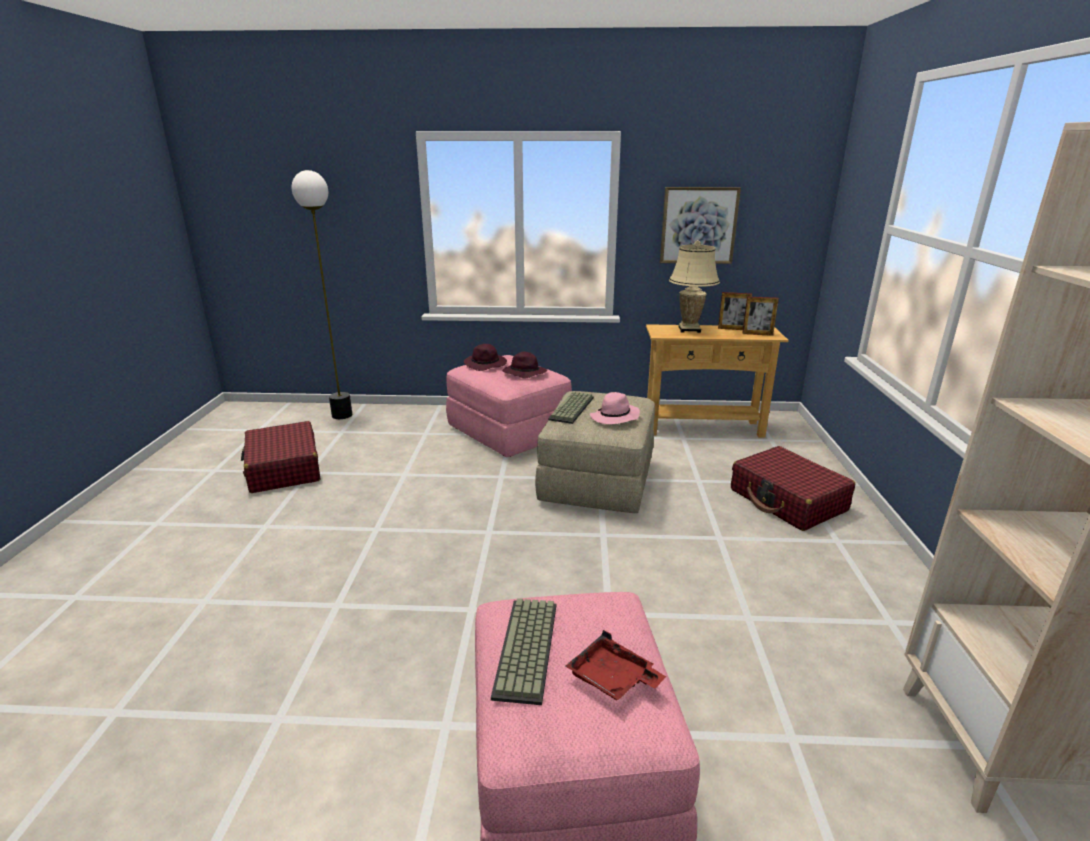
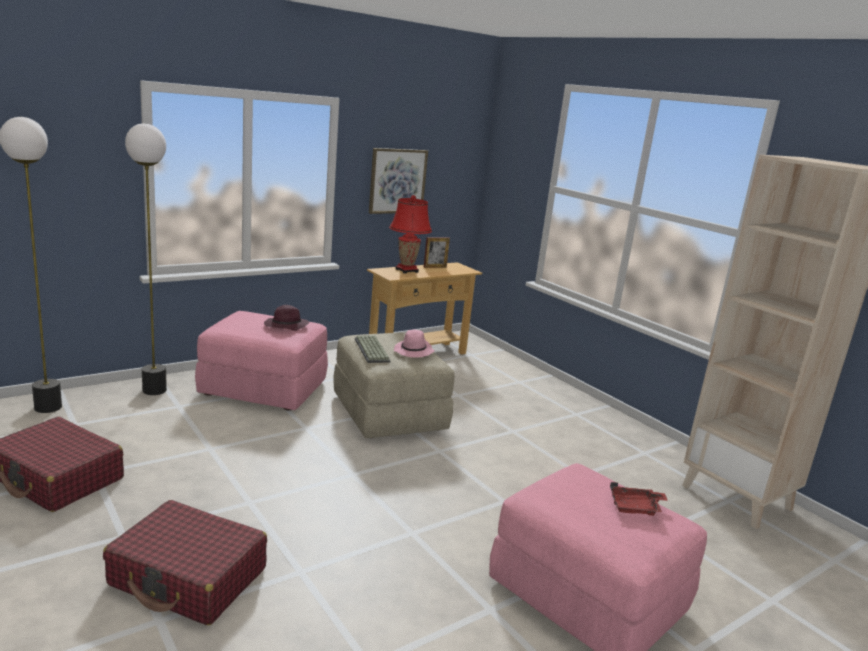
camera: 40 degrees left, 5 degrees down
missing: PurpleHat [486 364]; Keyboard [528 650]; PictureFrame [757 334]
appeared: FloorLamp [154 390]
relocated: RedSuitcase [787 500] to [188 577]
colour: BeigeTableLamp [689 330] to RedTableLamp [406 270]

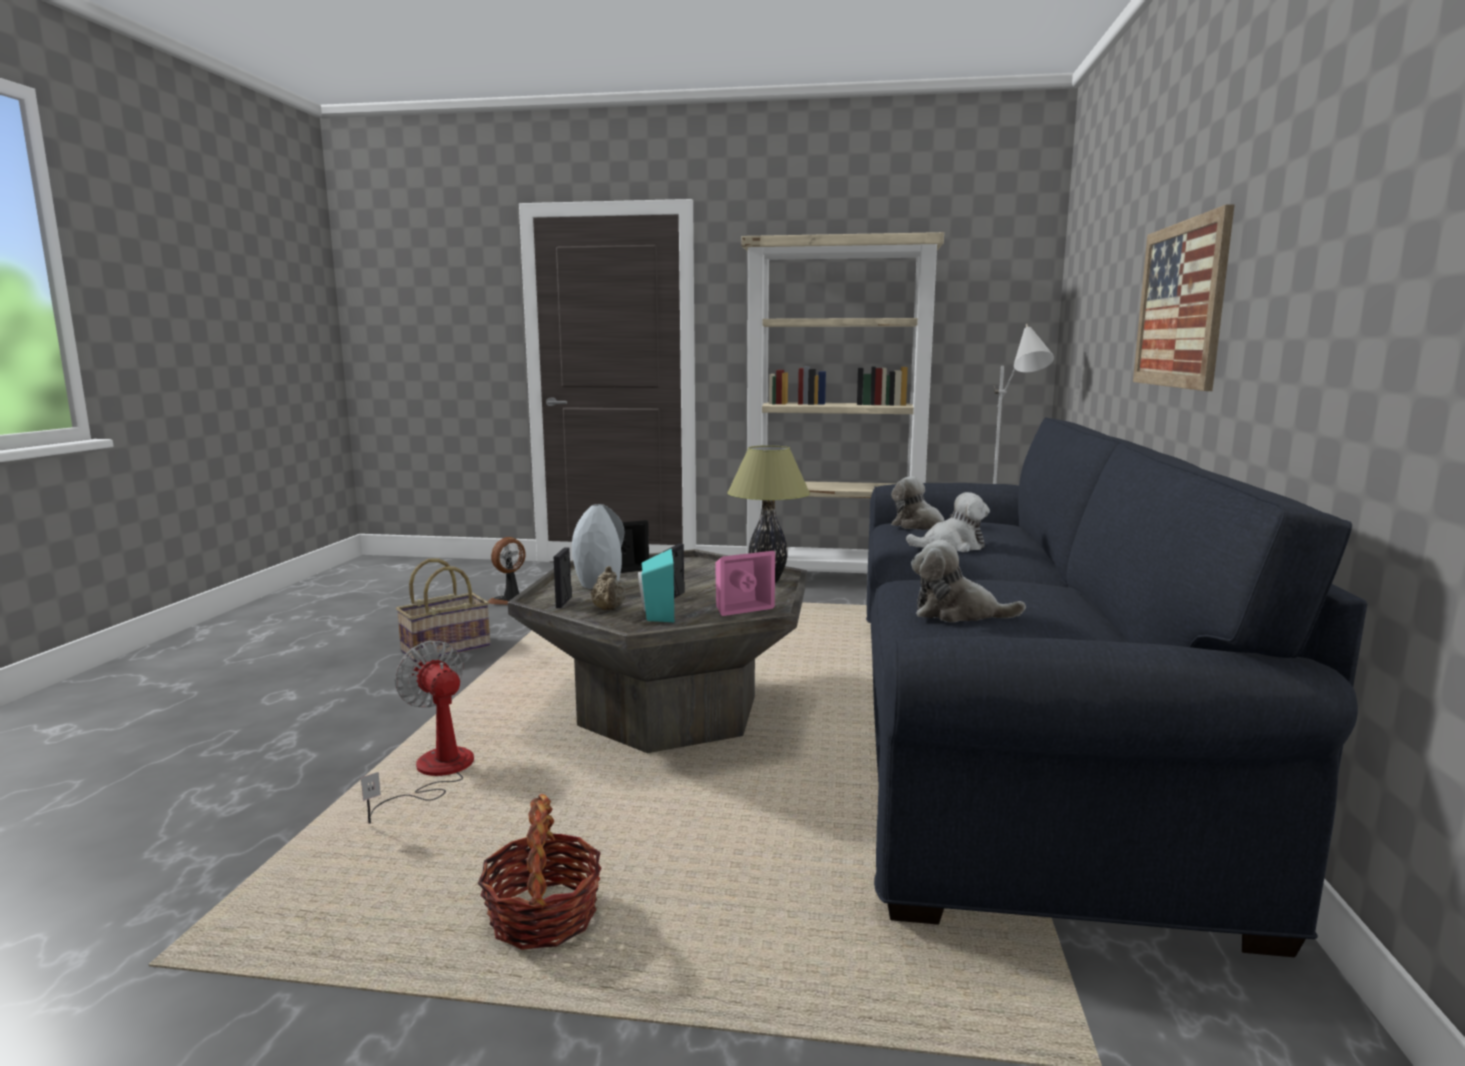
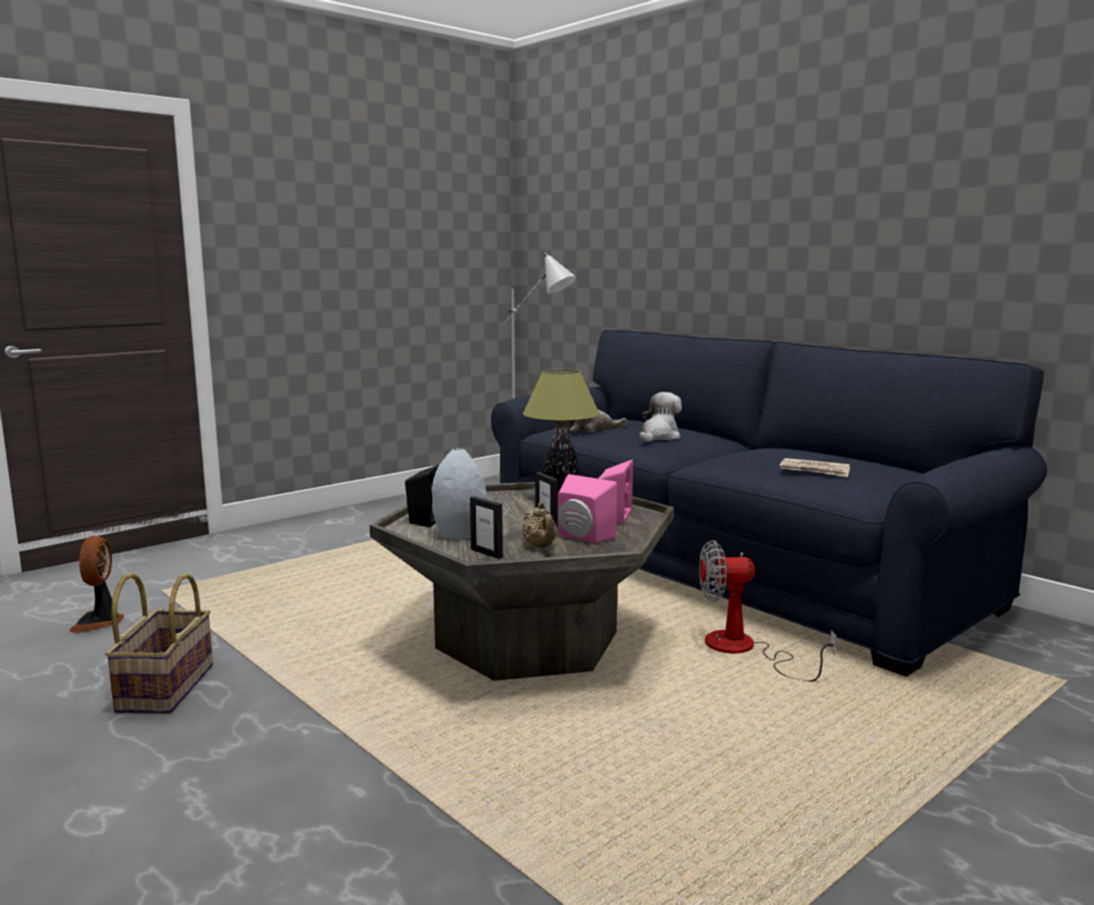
camera: 50 degrees left, 0 degrees up
missing: Basket [543 917]; BeigeBookcase [834 581]; Picture [1180 305]
relocated: Fan [434 774] to [744 651]
exchanged: PlushToy [957 613] to Newspaper [815 471]
colour: TurquoiseSpeaker [656 614] to PinkSpeaker [582 537]
spun: BeigeTeapot [609 609] = [540 546] 45 degrees clockwise

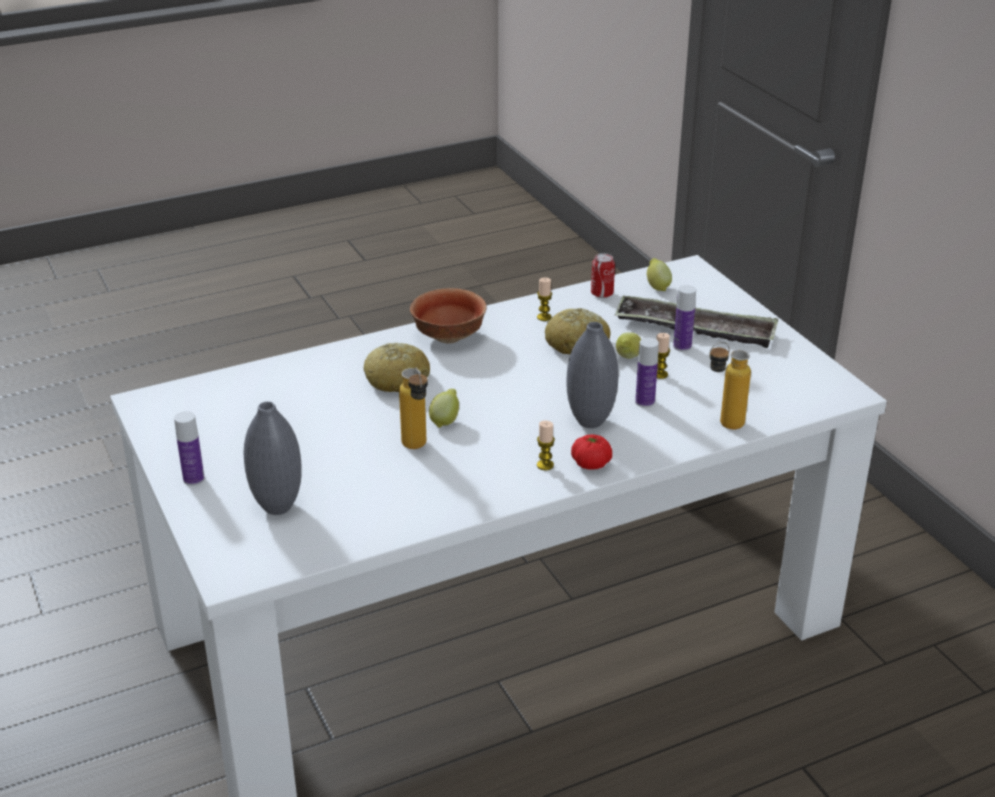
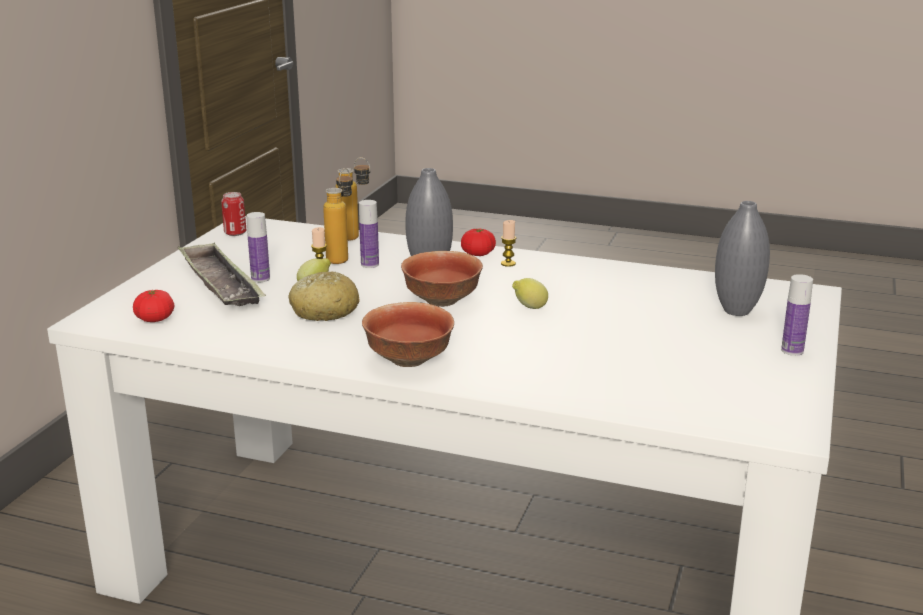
camera: 135 degrees left, 10 degrees down
missing: Bread [397 379]; Candle [544 317]
appeared: Bowl [443 301]
relocated: Bottle [417 449] to [342 257]; Can [602 294] to [235 233]
exchanged: Lemon [657 287] to Tomato [155 319]

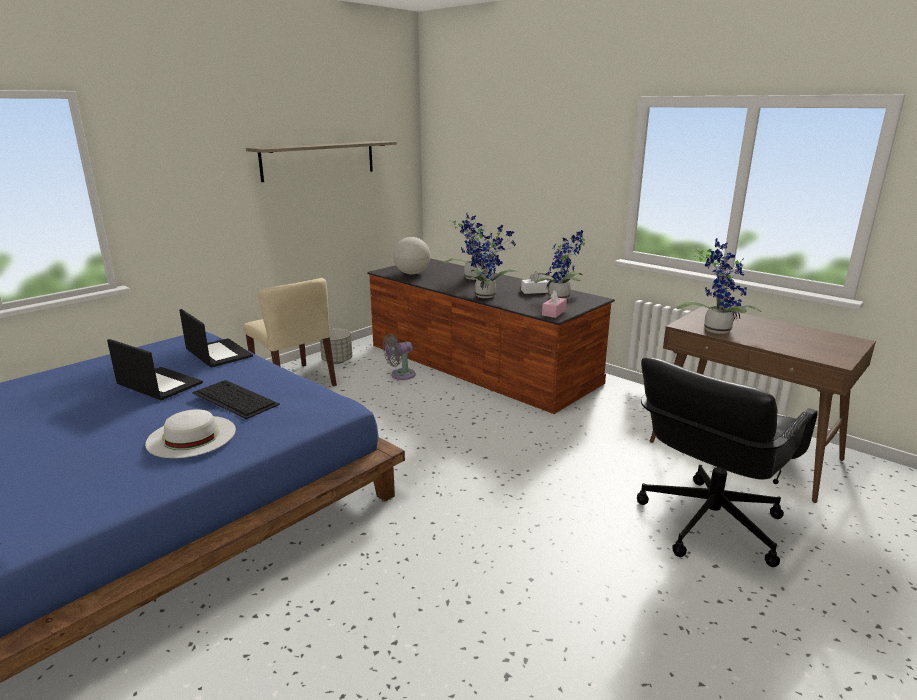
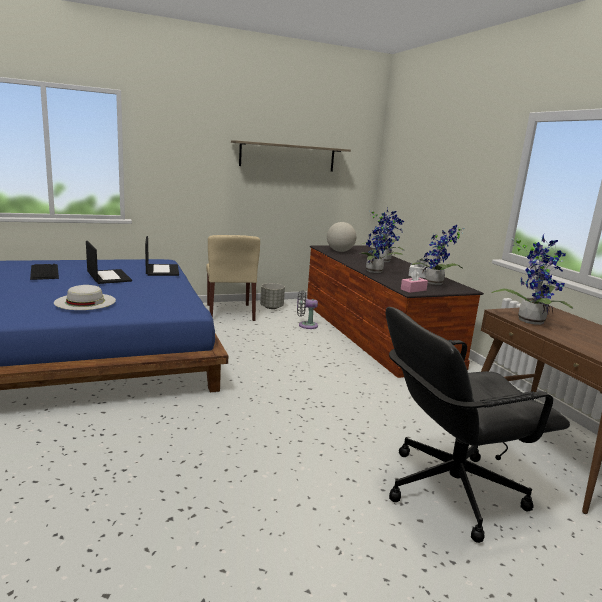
camera: 25 degrees right, 5 degrees down
relocated: Keyboard [234 398] to [44 271]

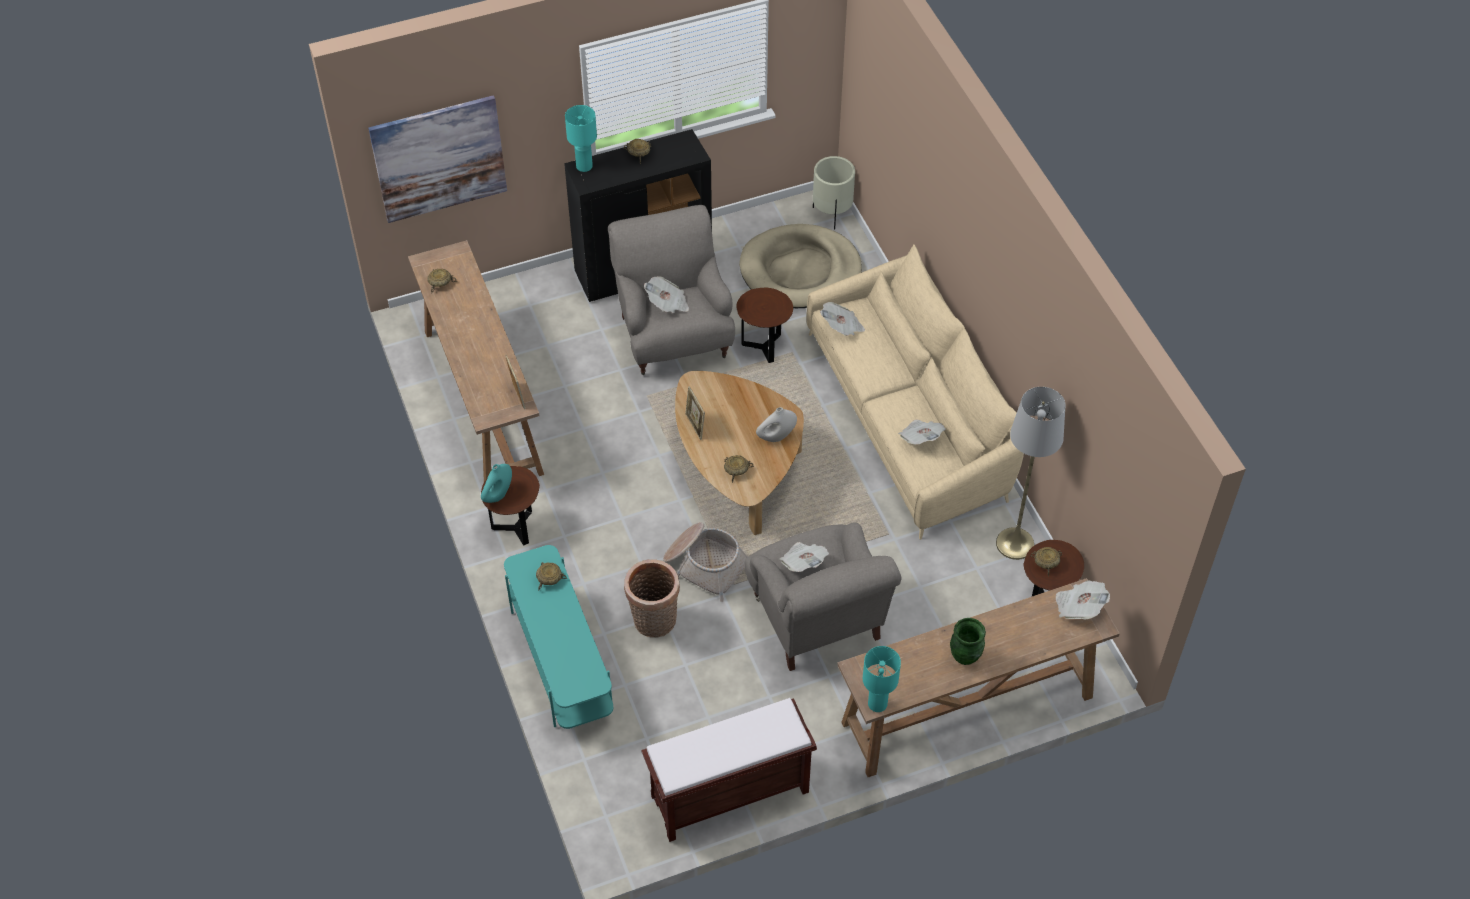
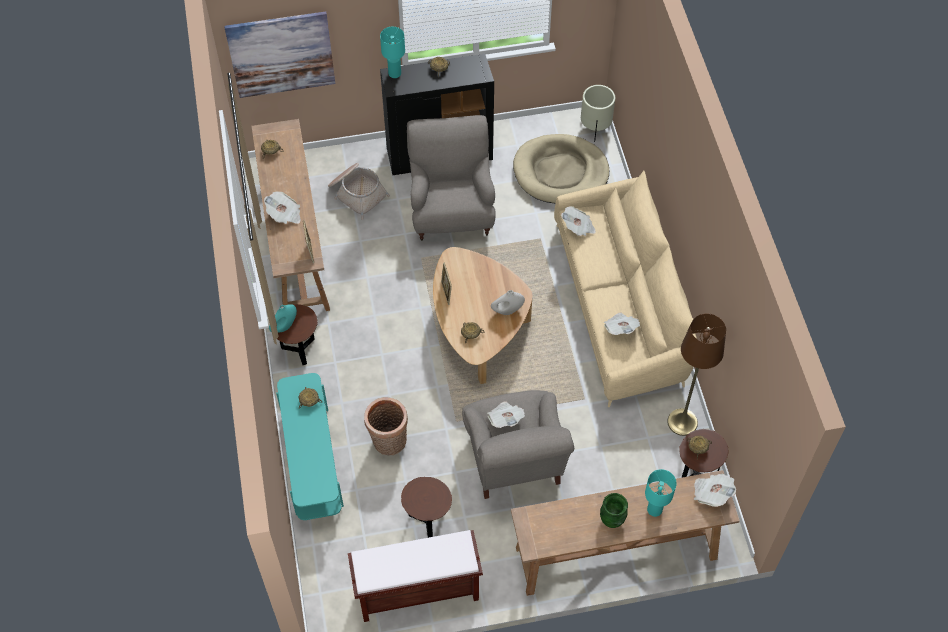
camera: 10 degrees right, 5 degrees up
relocated: Newspaper [667 304] to [284 214]; Basket [704 565] to [357 193]; BrownSideTable [764 347] to [428 521]; TurquoiseTableLamp [878 704] to [655 510]
colour: GreyFloorLamp [1015 543] to BrownFloorLamp [682 422]

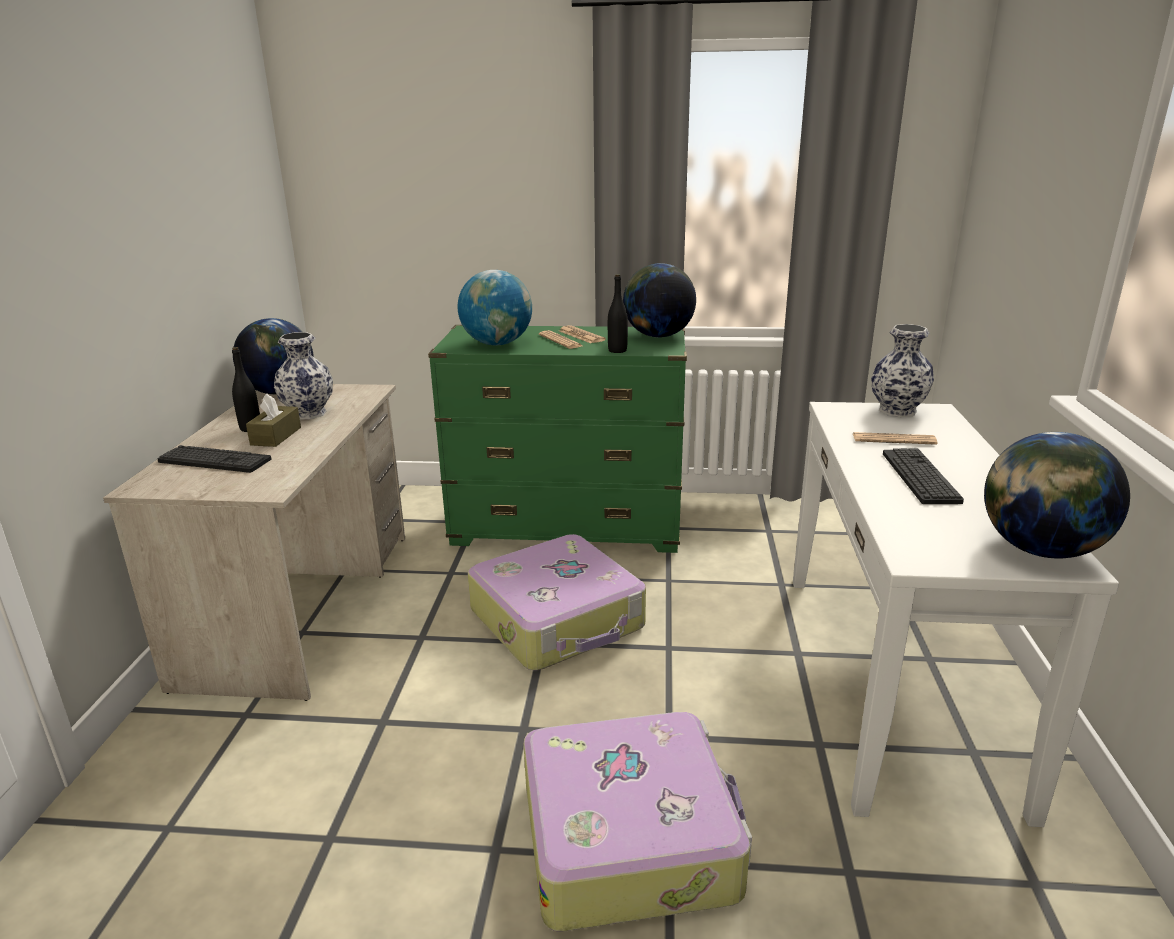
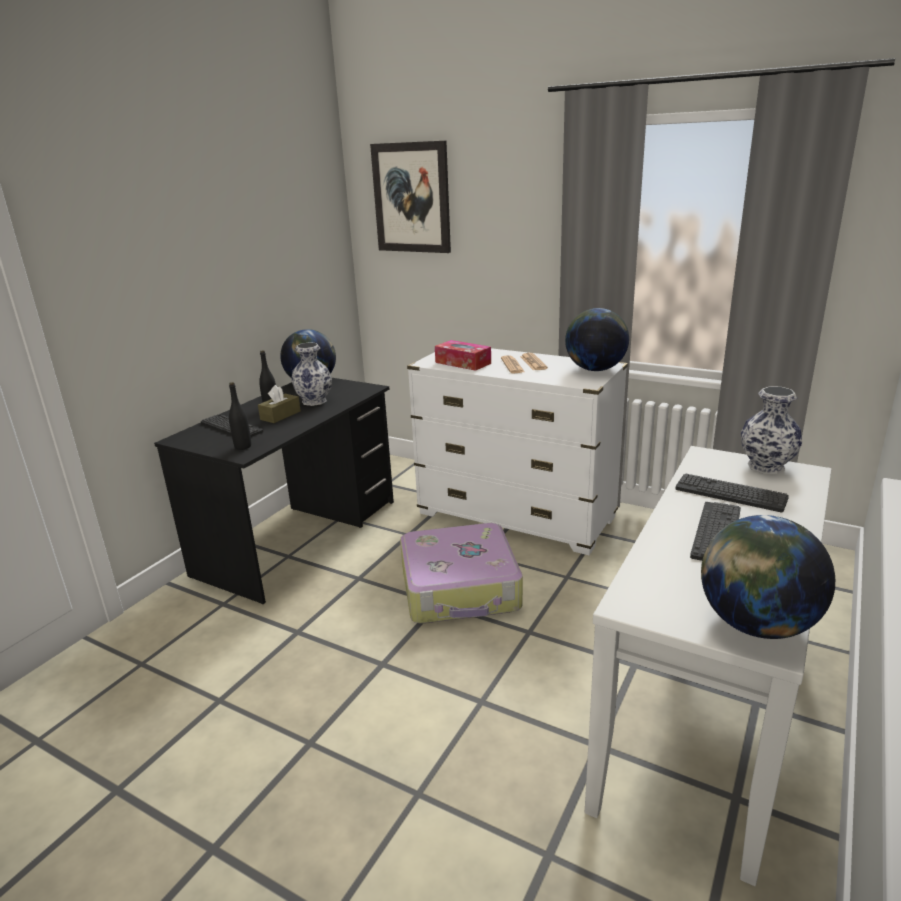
camera: 25 degrees right, 0 degrees up
missing: Suitcase [630 836]
appeared: Picture [412 198]
relocated: BlackBottle [617 350] to [243 446]
exchanged: Globe [497 344] to TissueBox [463 363]; Newspaper [893 439] to Keyboard [730 494]
colour: BeigeDesk [303 605] to BlackDesk [300 537]; GreenDresser [568 527] to WhiteDresser [516 516]

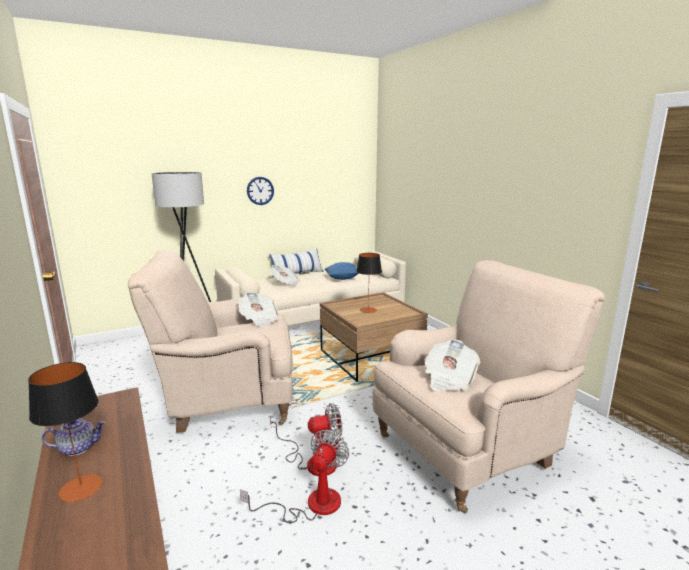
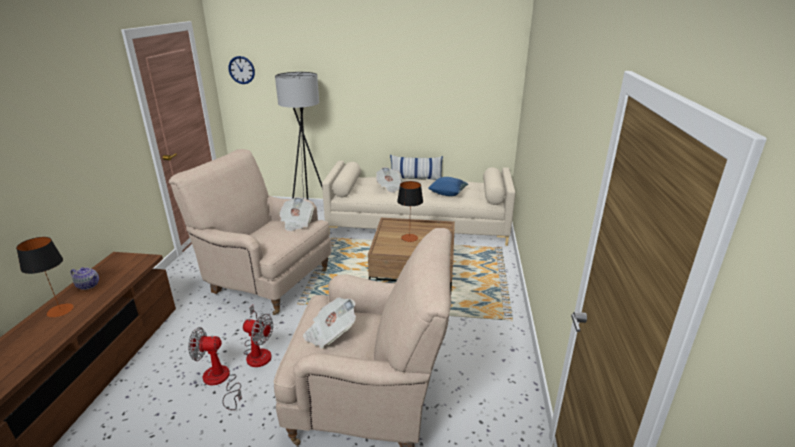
camera: 35 degrees right, 10 degrees up
relocated: WallClock [260 190] to [241 70]
spun: Fan [311 504] = [220 381] 150 degrees counterclockwise

